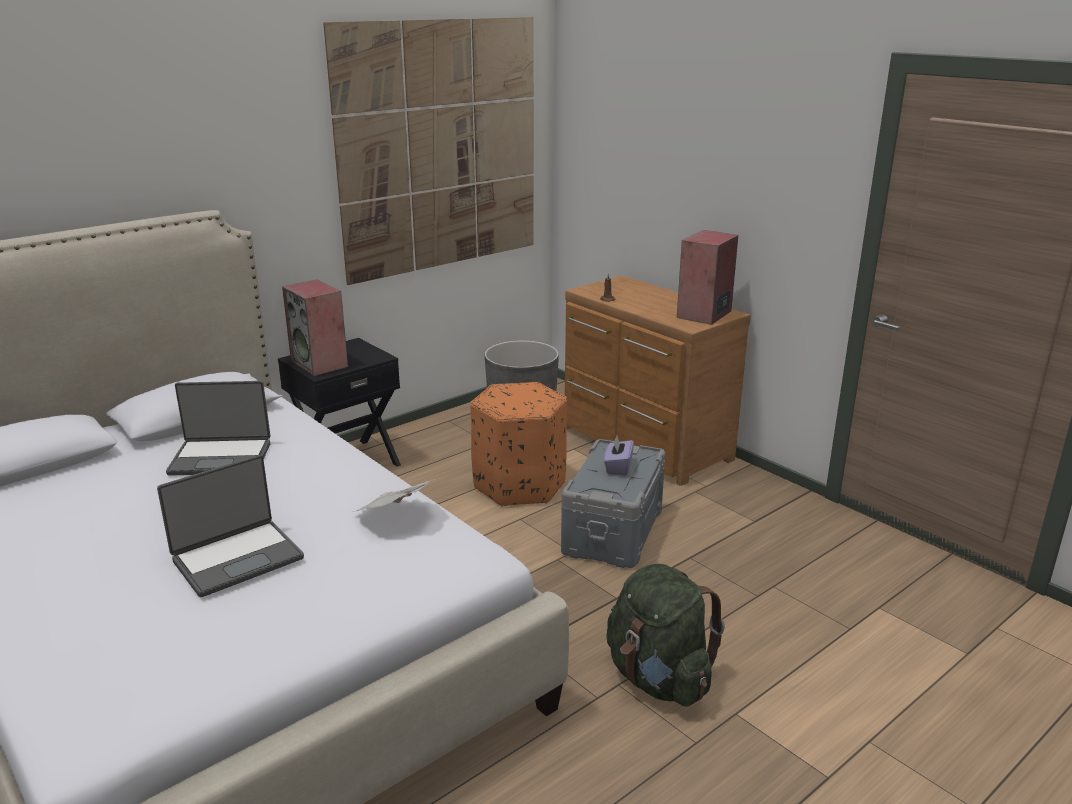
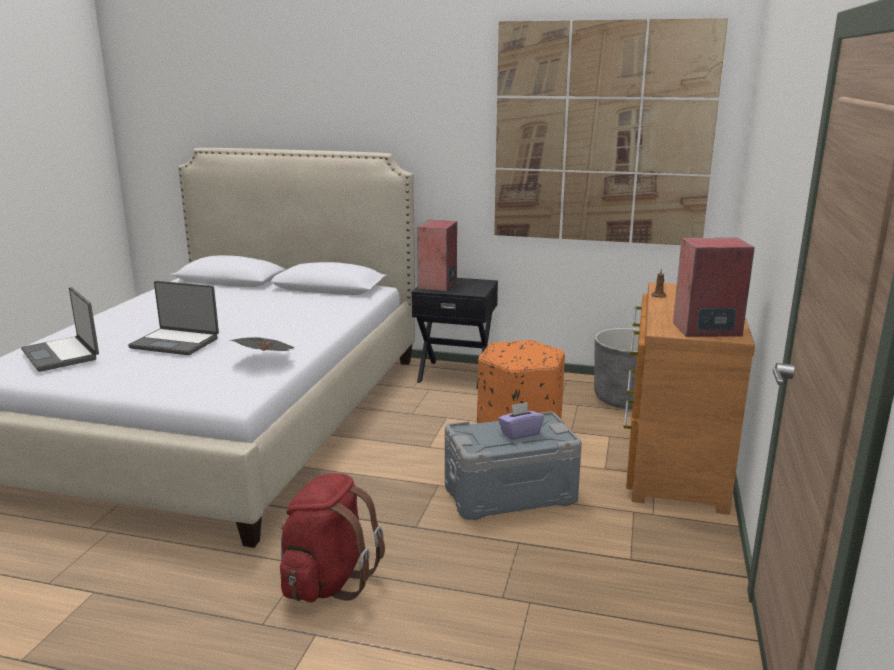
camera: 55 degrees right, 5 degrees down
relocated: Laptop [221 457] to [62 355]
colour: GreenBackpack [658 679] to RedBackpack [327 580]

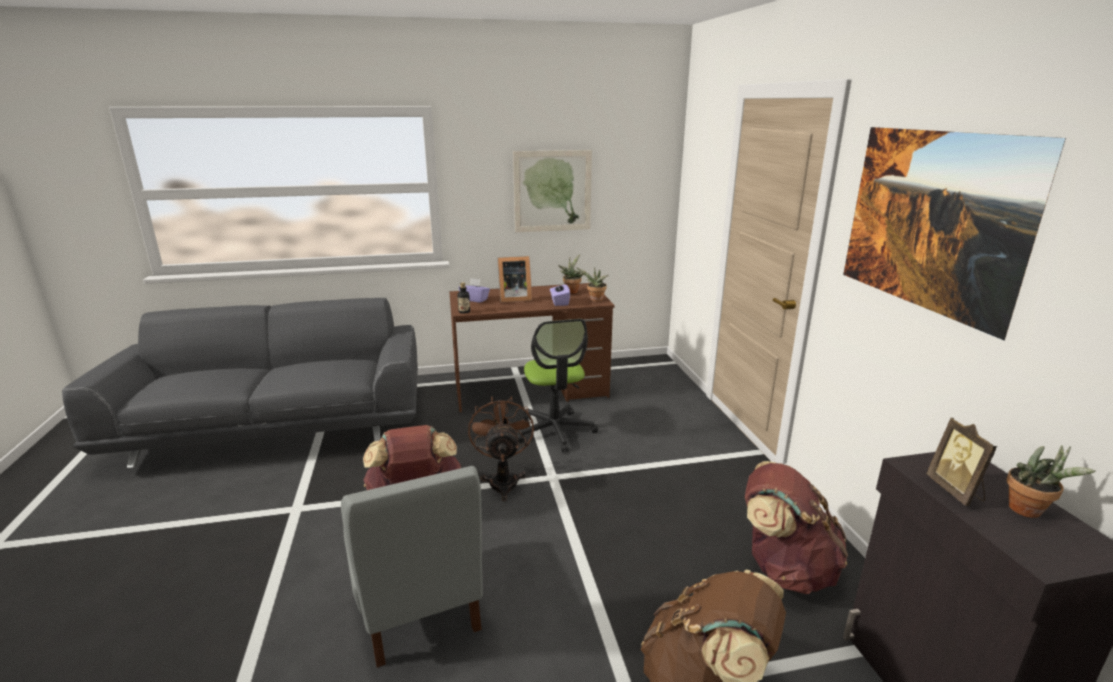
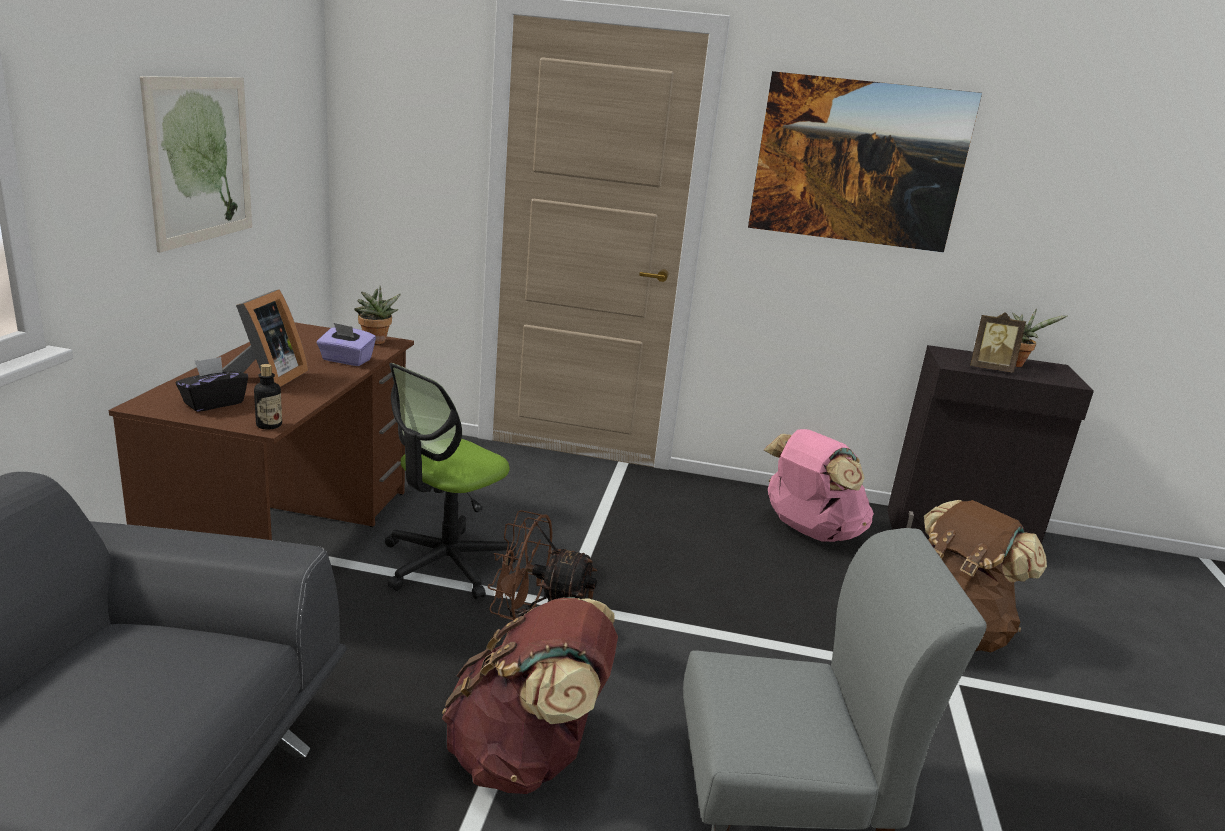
camera: 70 degrees left, 0 degrees up
missing: PottedPlant [571 291]
colour: PurpleTissueBox [475 299] to BlackTissueBox [213 403]; BrownBackpack [784 568] to PinkBackpack [809 531]
spun: OfficeChair [555 431] = [446 564] 120 degrees clockwise

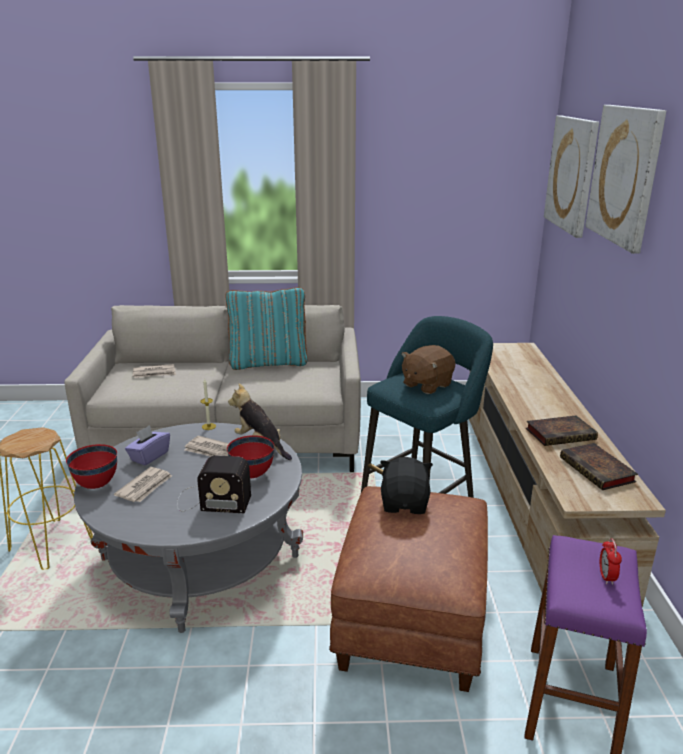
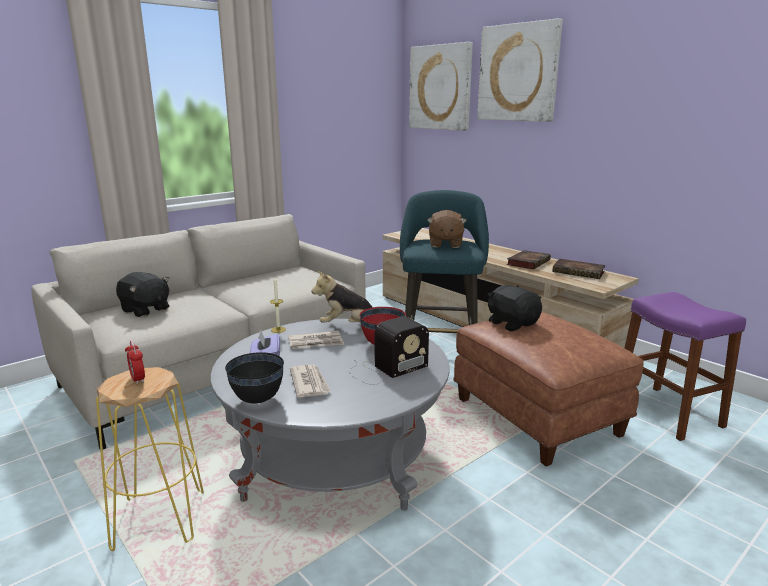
camera: 40 degrees left, 5 degrees down
missing: TurquoisePillow [269 362]
relocated: AlarmClock [606 577] to [138 379]
exchanged: Newspaper [154 373] to BlackPlushToy [145 310]
colour: RedBowl [97 484] to BlackBowl [258 399]

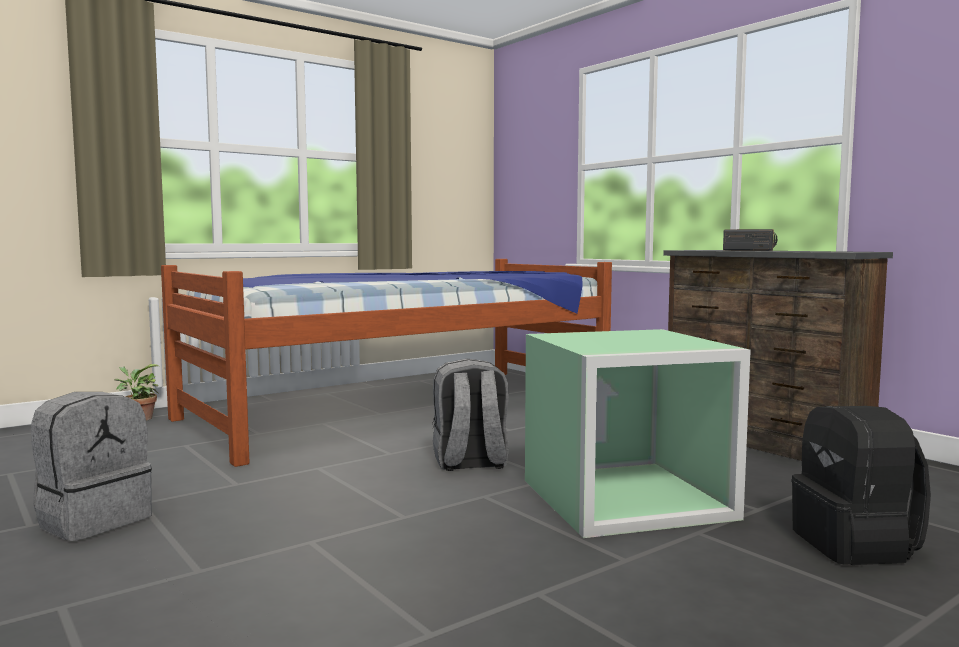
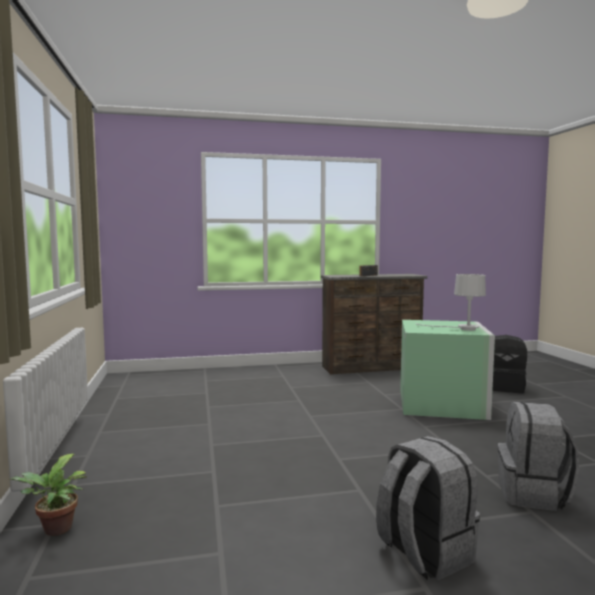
camera: 65 degrees left, 0 degrees up
missing: Bed [401 407]
appeared: WhiteTableLamp [461 329]
relocated: GreyBackpack [470 463] to [533 494]

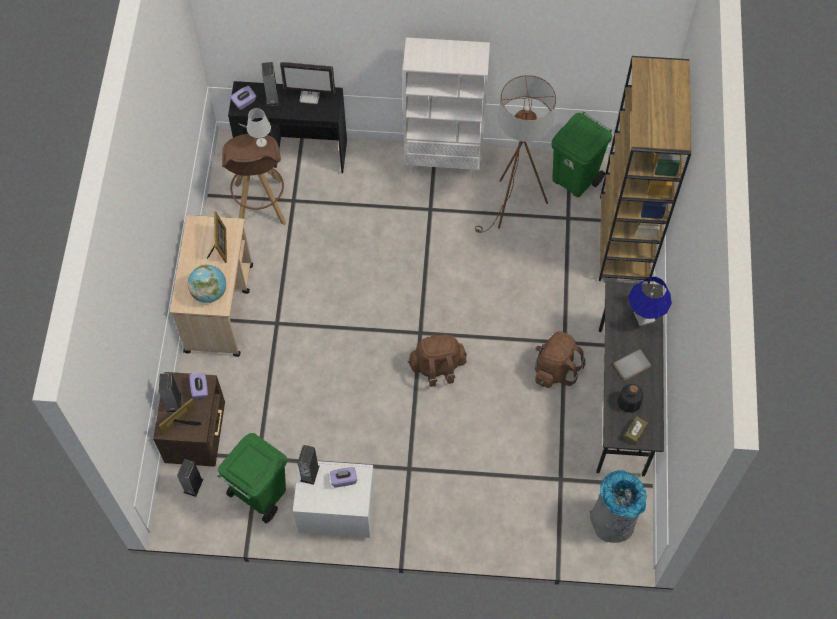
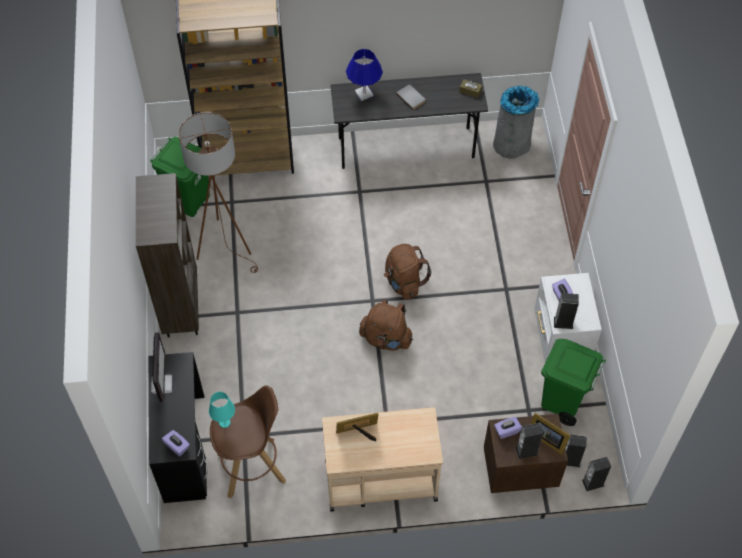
camera: 100 degrees left, 5 degrees down
missing: Globe [209 292]; Bottle [629 402]
relocated: Speaker [272 97] to [593 483]; BrownBackpack [554 368] to [386 338]
colour: WhiteTableLamp [261 143] to TurquoiseTableLamp [225 422]; WhiteBookcase [444 162] to BrownBookcase [181 309]

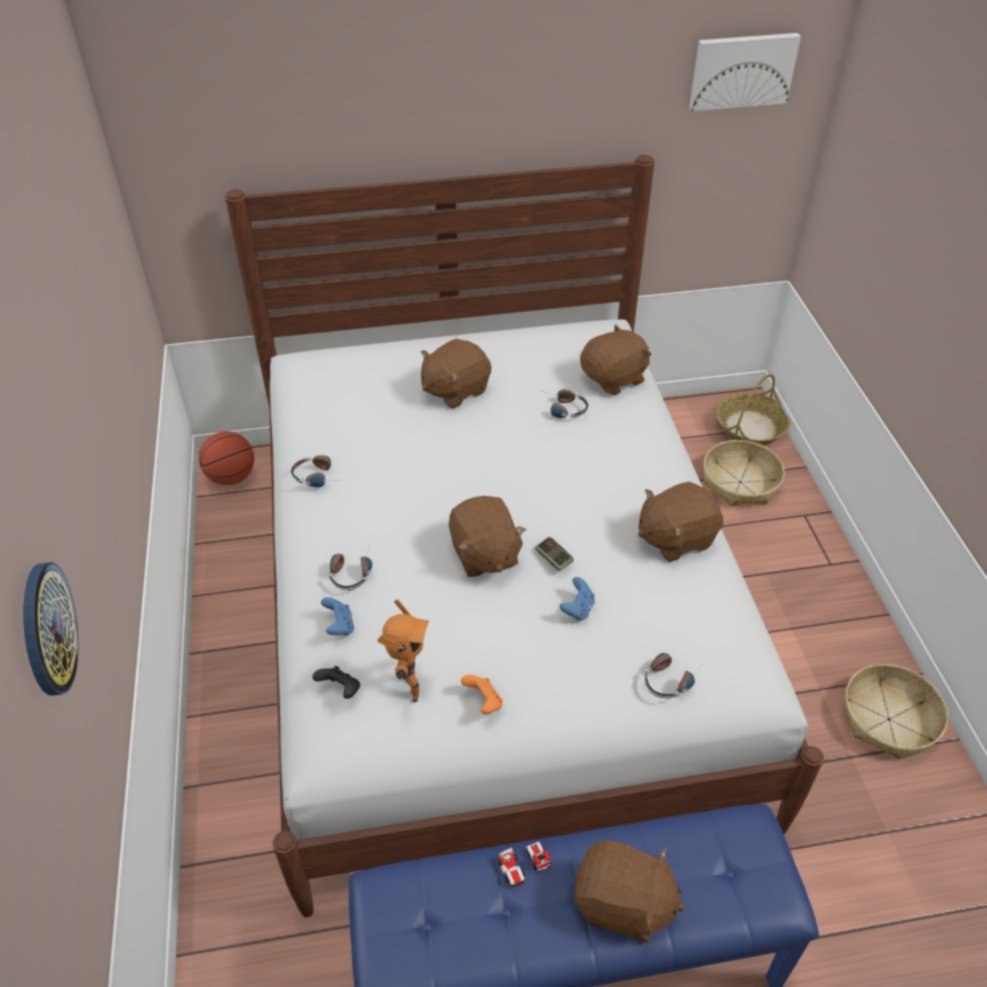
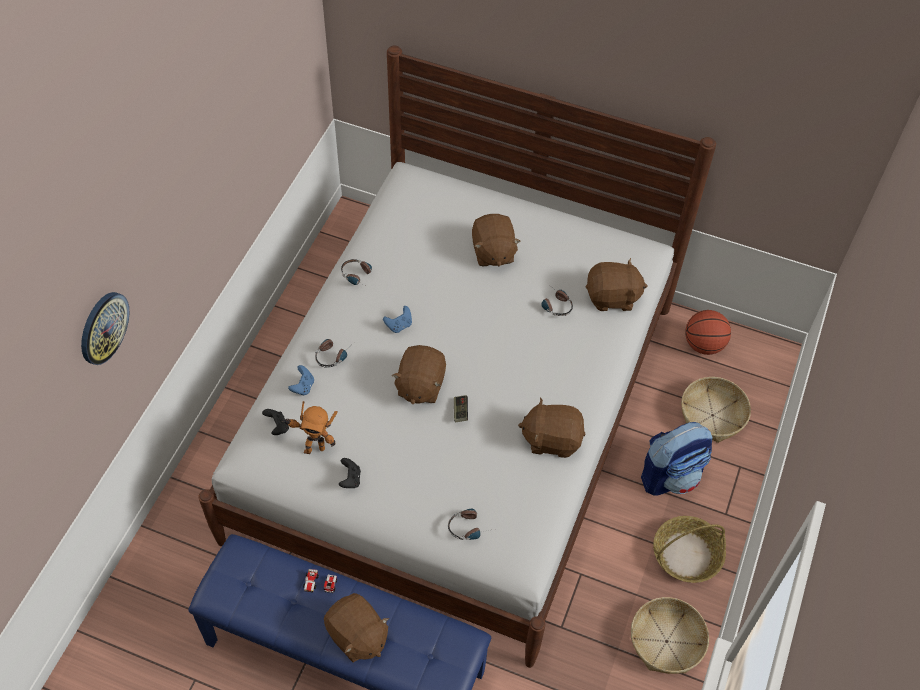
camera: 30 degrees right, 10 degrees up
missing: Picture [742 70]
appeared: Backpack [671 475]
relocated: Basketball [231 477] to [703 345]; BlueGameController [577 609] to [399 325]; Basket [750 428] to [686 555]
colour: OrangeGameController [484 702] to BlackGameController [350 479]
spun: ToyRobot [408 689] = [314 447] 60 degrees clockwise; BrownPlushToy [455 390] = [493 252] 90 degrees counterclockwise

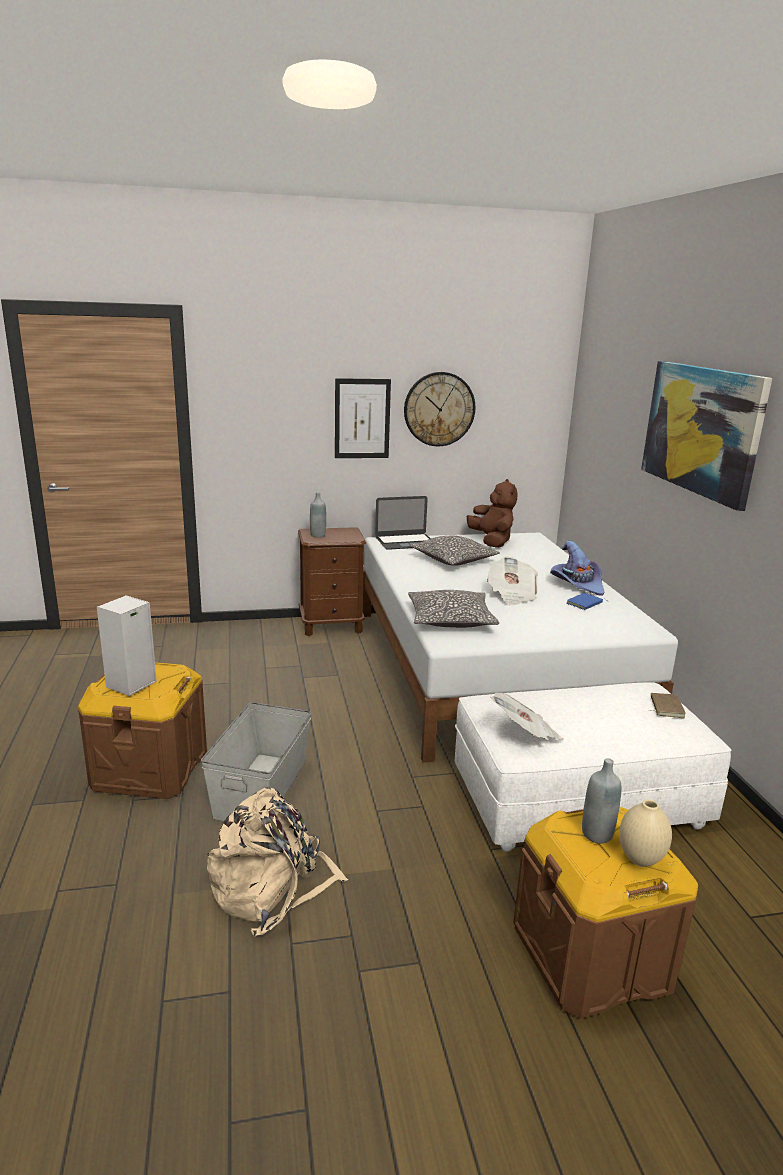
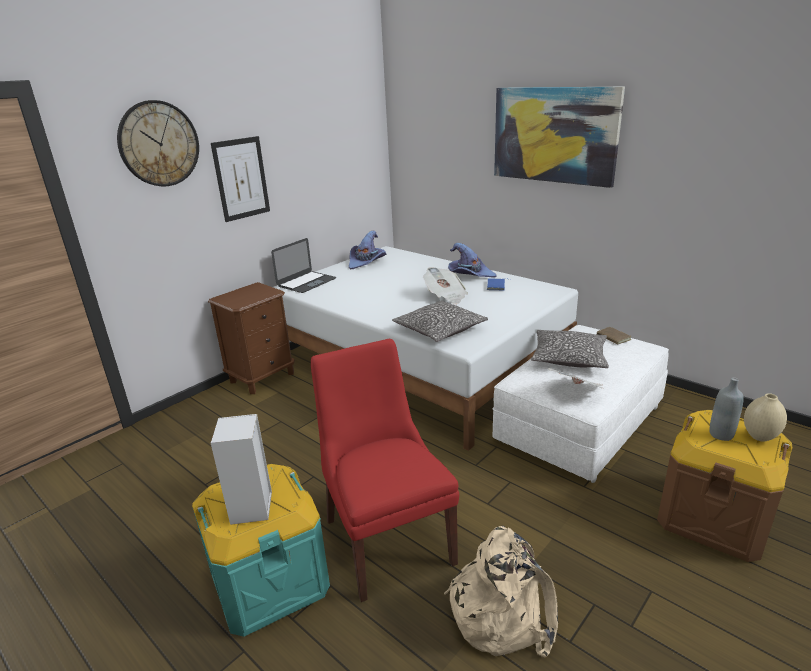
camera: 35 degrees left, 5 degrees up
missing: GreyBottle [318 535]
relocated: WallClock [439 409] to [159 144]; Pillow [453 560] to [569 358]
exchanged: GreyStorageBox [262 788] to RedChair [387 537]; BrownPlushToy [491 541] to PurpleHat [367 262]
colour: BrownStorageBox [150 768] to TurquoiseStorageBox [269 580]

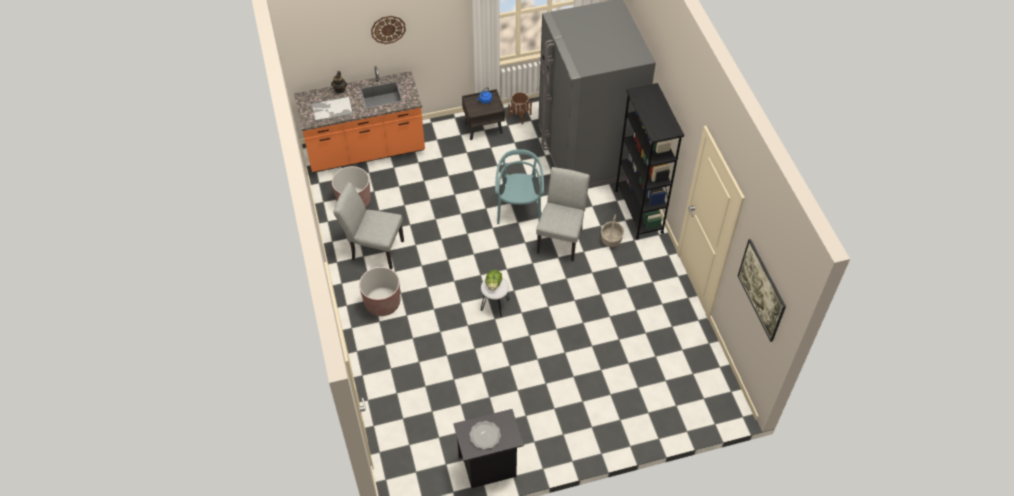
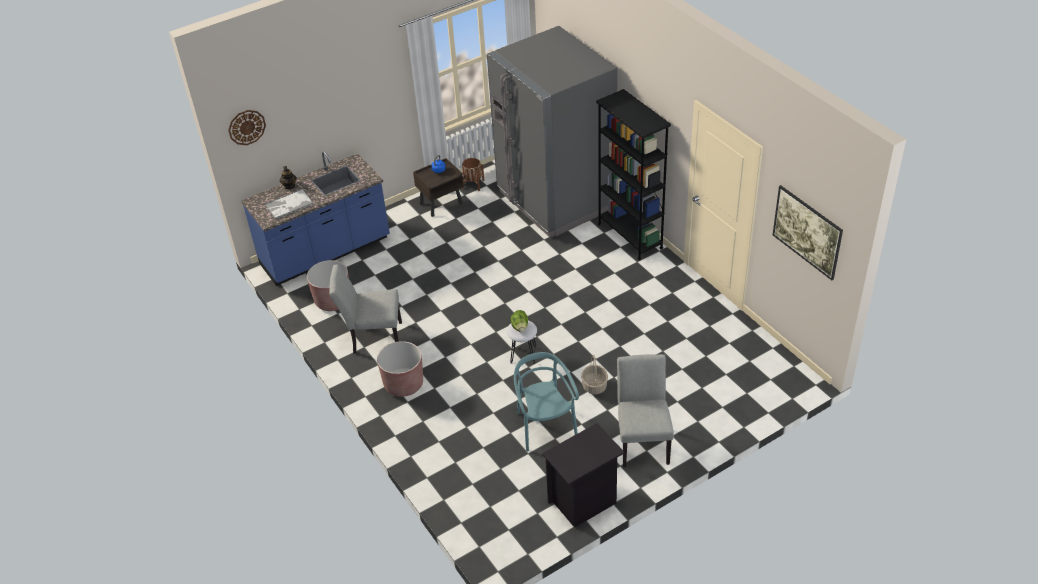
camera: 15 degrees left, 10 degrees down
missing: Plate [485 435]
relocated: WallClock [388 29] to [246 127]; TurquoiseChair [519 209] to [544 426]; GreyChair [561 237] to [642 441]; Basket [611 239] to [594 385]
colour: OrangeCounter [365 151] to BlueCounter [326 253]

